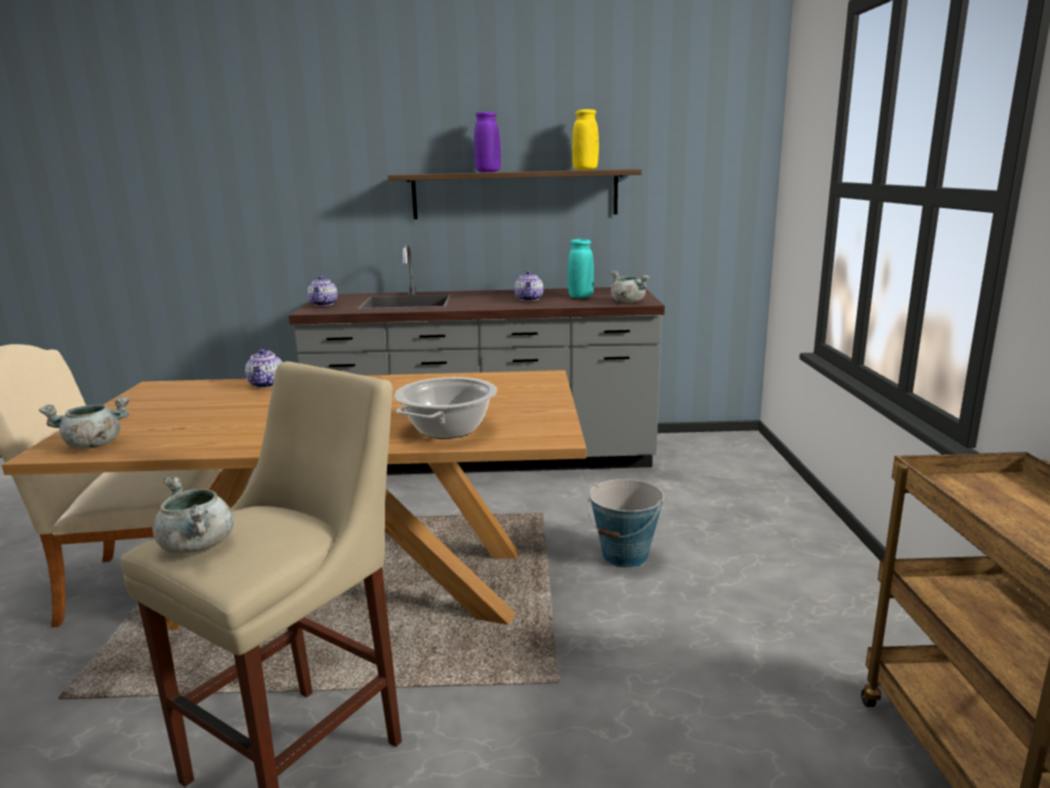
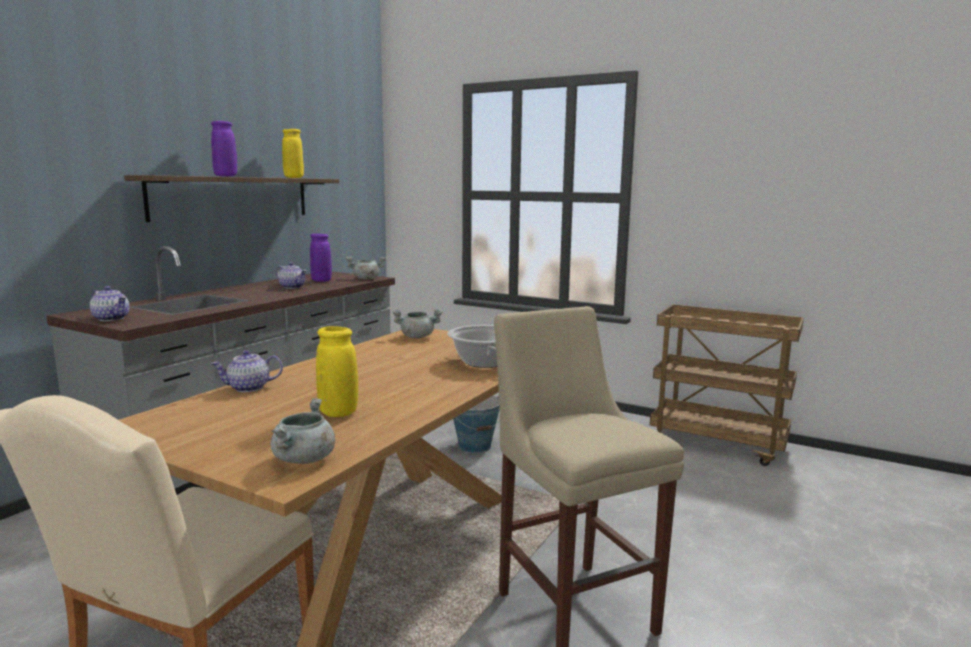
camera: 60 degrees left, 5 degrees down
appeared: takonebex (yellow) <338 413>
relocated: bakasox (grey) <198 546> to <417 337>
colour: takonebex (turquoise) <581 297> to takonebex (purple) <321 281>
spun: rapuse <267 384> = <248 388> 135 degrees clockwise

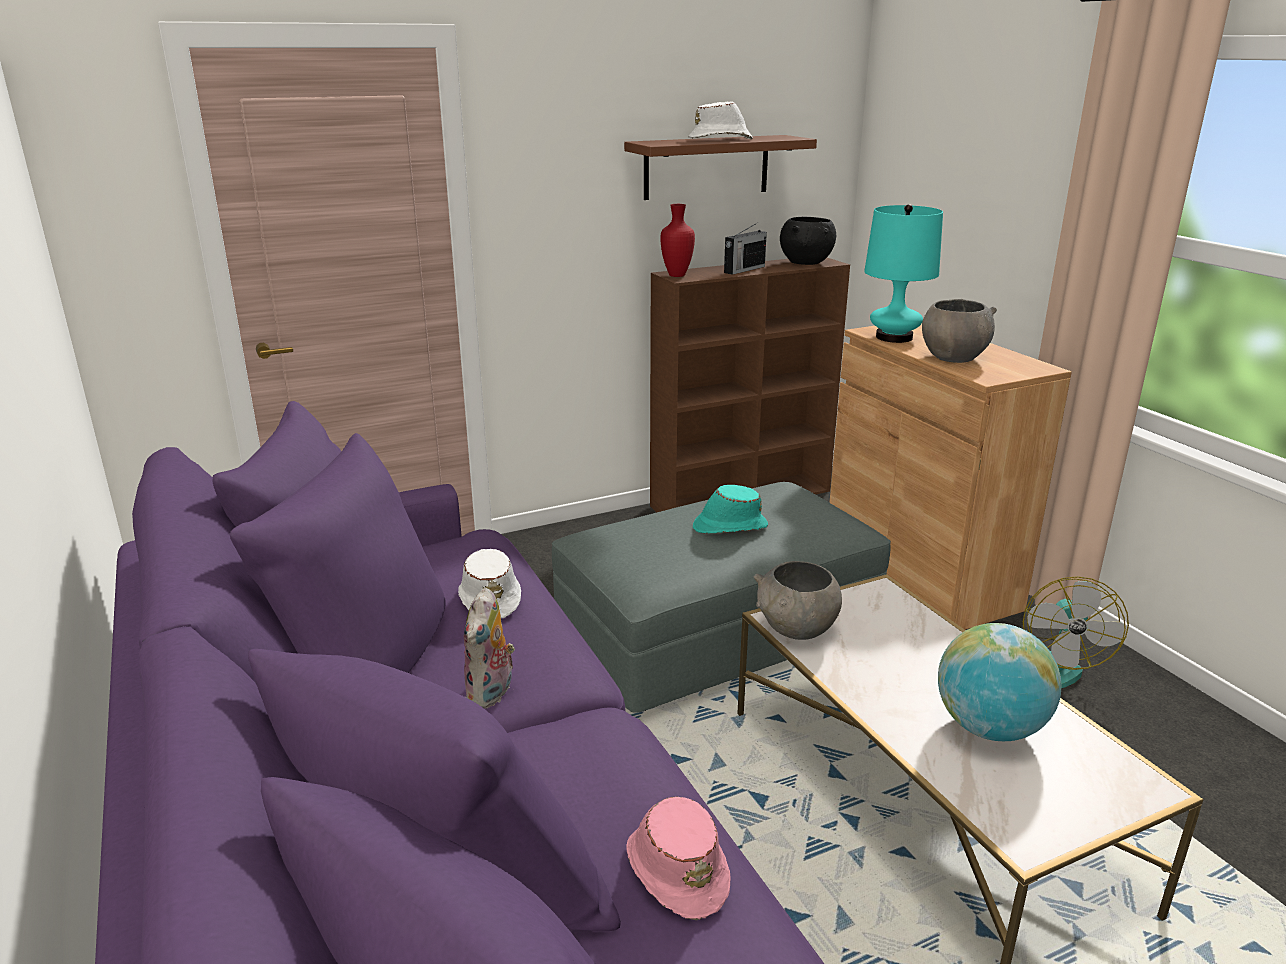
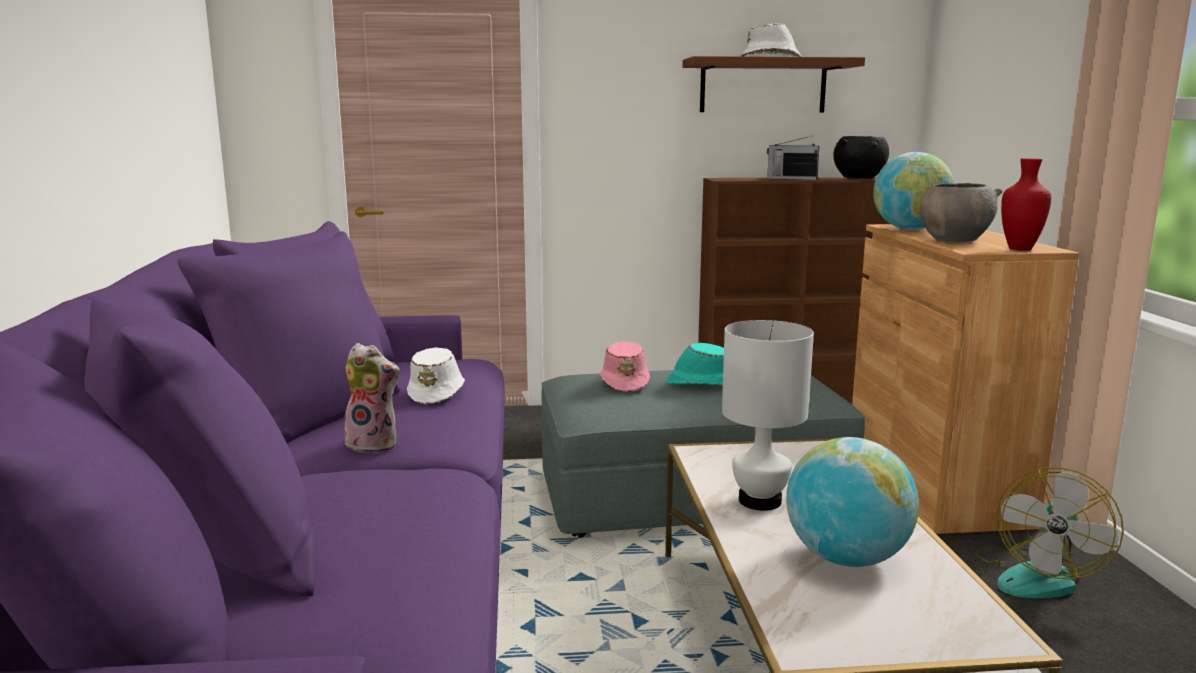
camera: 20 degrees right, 10 degrees down
missing: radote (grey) <796 630>
appeared: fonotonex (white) <760 501>
relocated: takonebex (red) <676 275> to <1018 249>; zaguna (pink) <677 869> to <625 382>
exchanged: fonotonex (turquoise) <894 337> to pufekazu <909 229>
spun: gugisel <743 270> = <791 178> 45 degrees clockwise; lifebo <491 693> = <375 444> 105 degrees counterclockwise

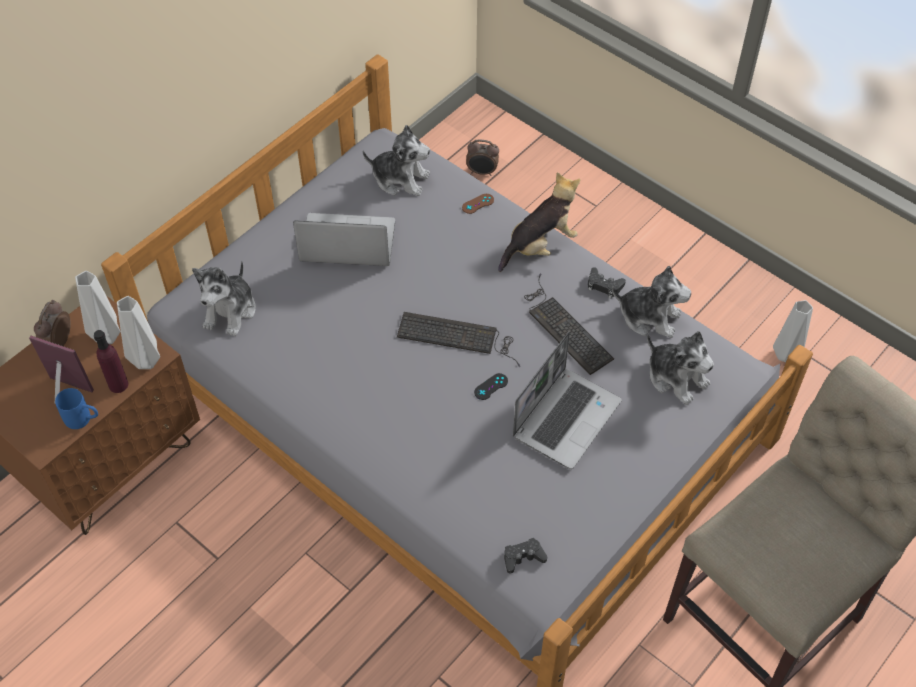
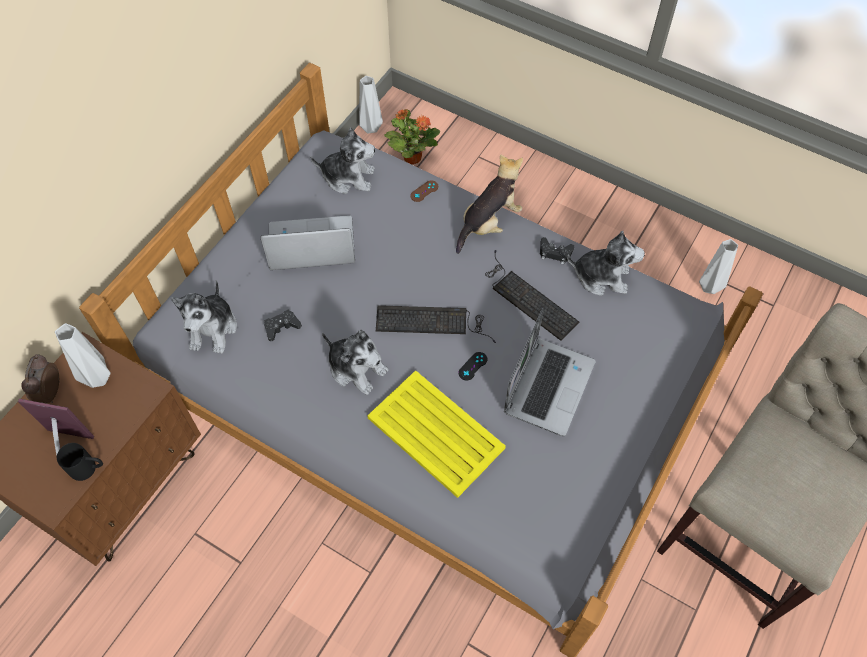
camera: 10 degrees left, 5 degrees up
missing: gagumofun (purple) <118 384>
appeared: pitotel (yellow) <436 434>
relocated: takonebex (grey) <144 361> to <370 128>; lifebo <676 377> to <356 368>; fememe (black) <523 557> to <282 327>
exchanged: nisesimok <482 172> to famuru <412 157>
colour: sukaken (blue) <83 419> to sukaken (black) <89 469>

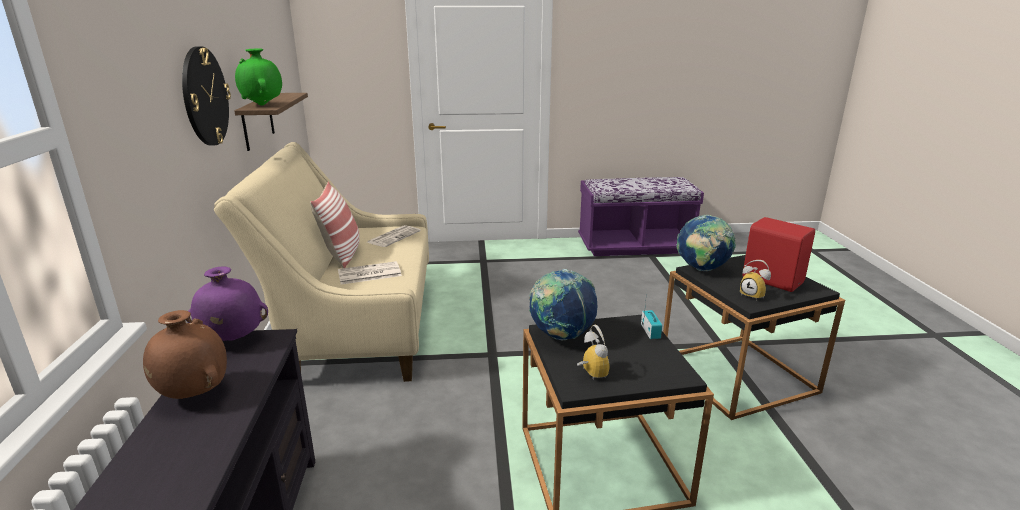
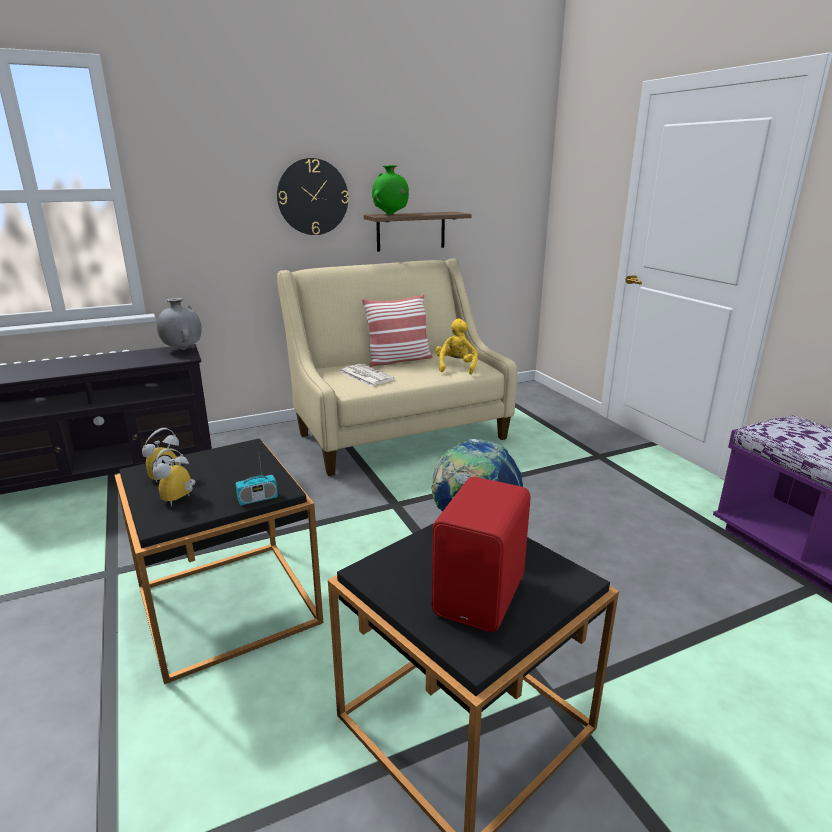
camera: 70 degrees right, 0 degrees up
missing: pufekazu <561 336>; takonebex (brown) <194 394>
relocated: nisesimok <754 295> to <180 500>
exchanged: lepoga <394 236> to lifebo (yellow) <456 367>
colour: takonebex (purple) <232 340> to takonebex (grey) <182 350>

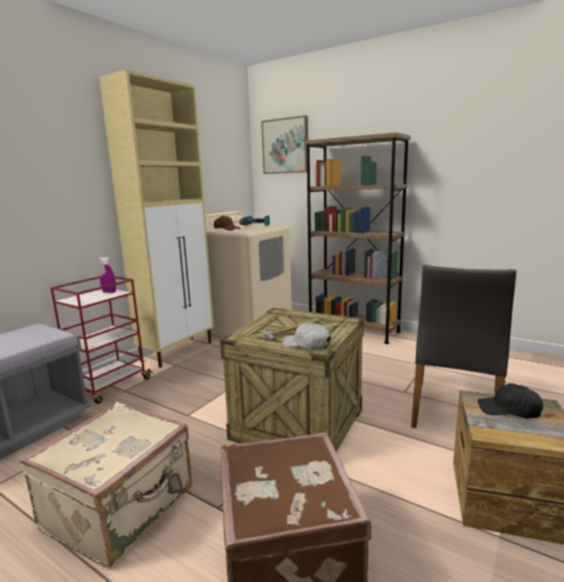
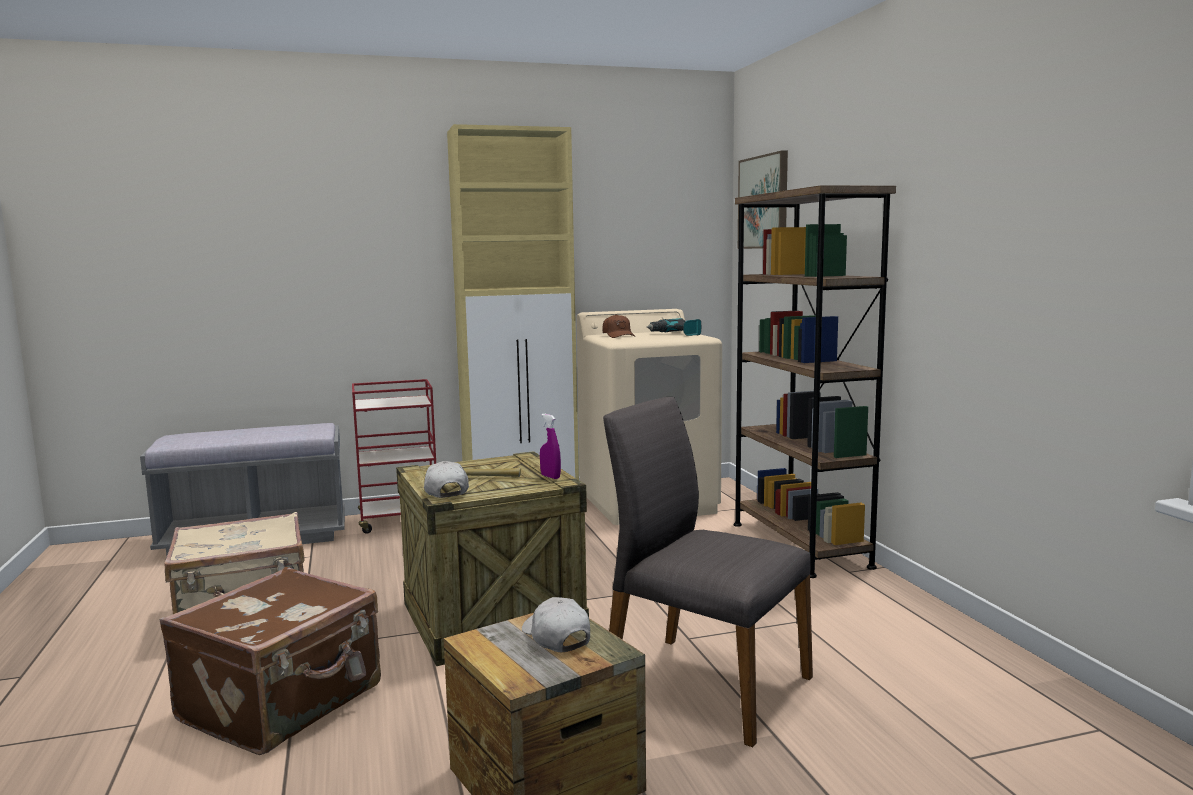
camera: 40 degrees right, 5 degrees down
relocated: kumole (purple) <109 292> to <550 477>
colour: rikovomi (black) <509 410> to rikovomi (white) <556 637>
spun: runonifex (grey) <455 411> = <704 684> 60 degrees clockwise

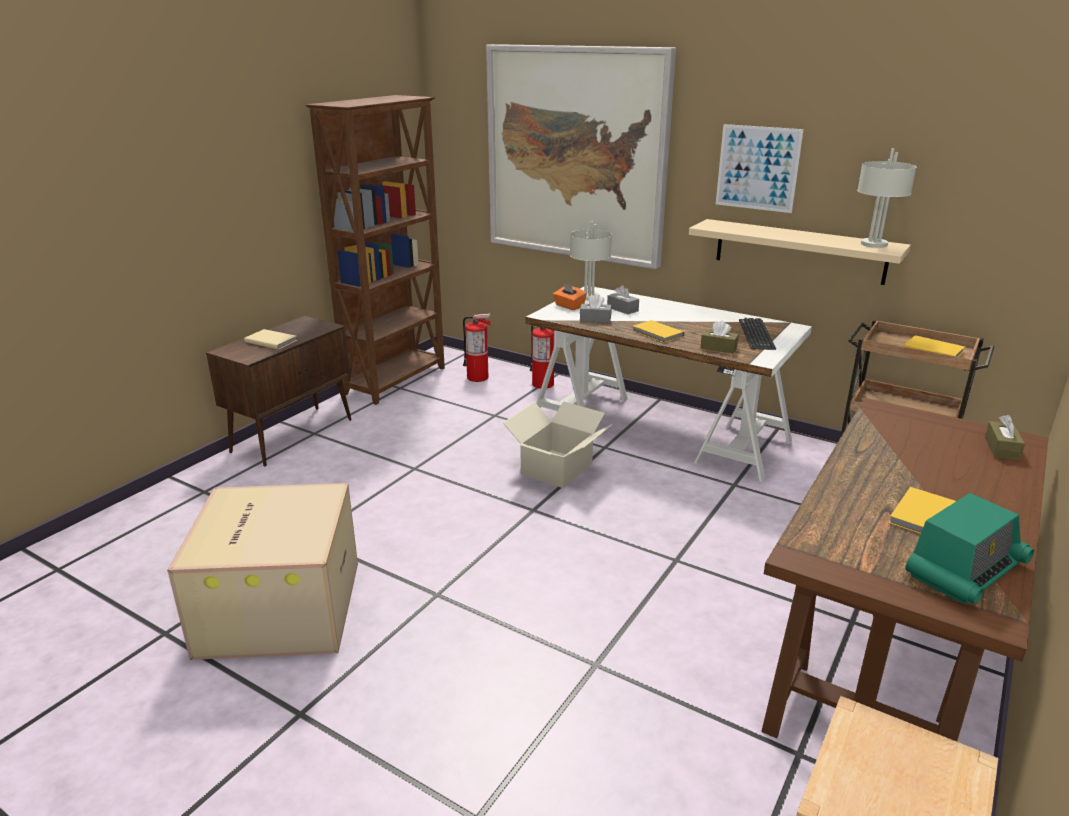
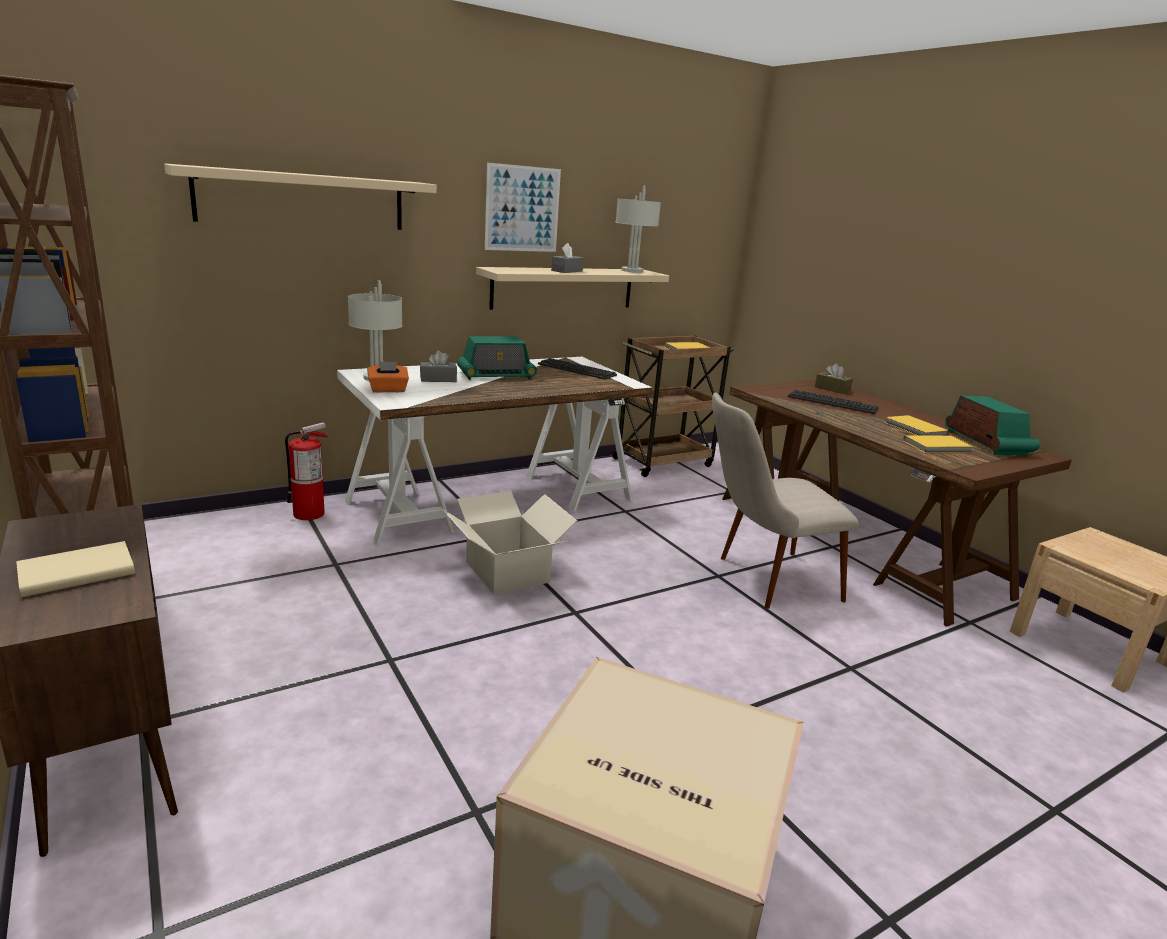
camera: 65 degrees left, 5 degrees down
missing: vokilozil <478 377>; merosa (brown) <718 348>
appeared: gugisel <496 375>; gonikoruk <832 403>; runonifex (beige) <760 580>
relocated: merosa (grey) <595 319> to <567 271>; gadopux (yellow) <657 333> to <938 447>
exchanged: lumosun <576 154> to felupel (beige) <302 200>

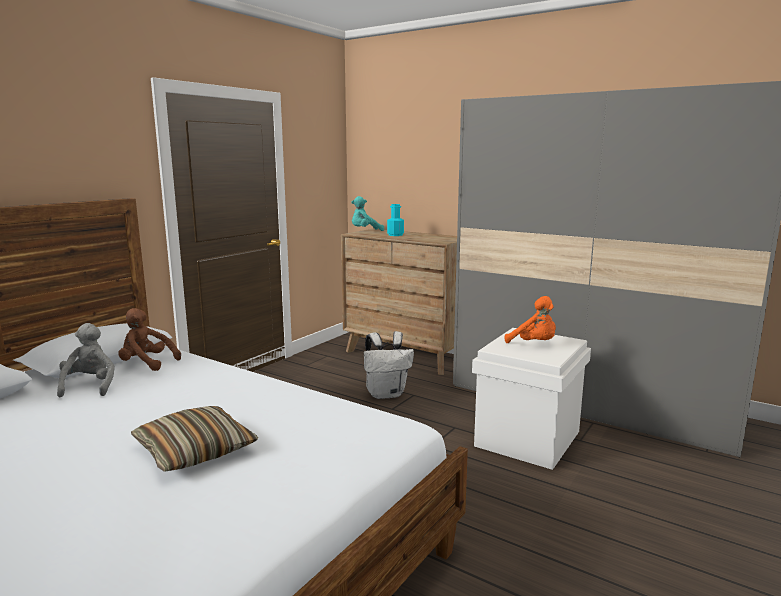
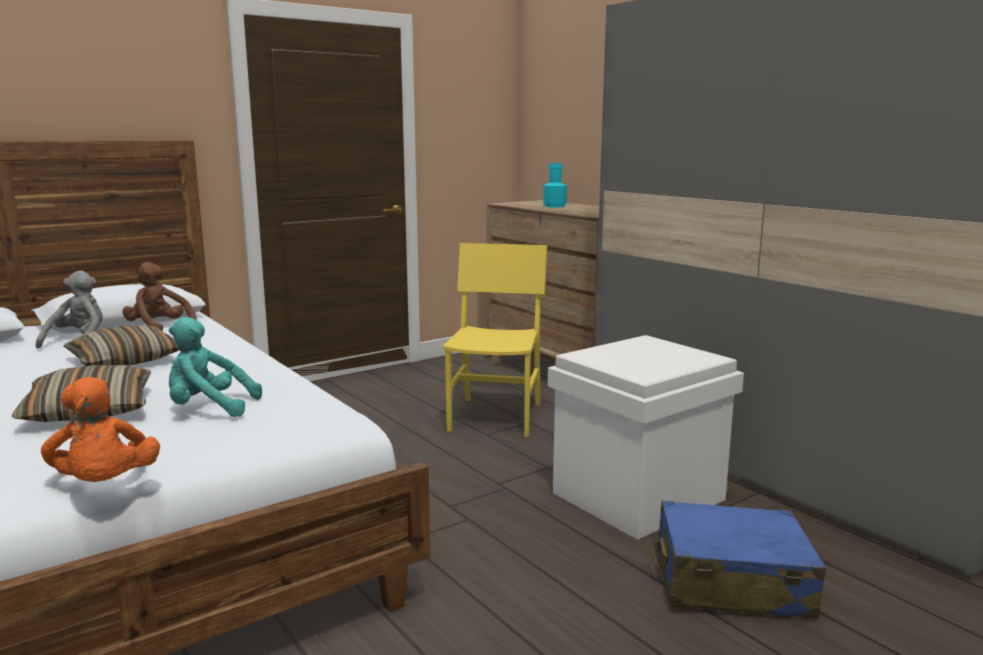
camera: 20 degrees right, 0 degrees up
appeared: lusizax <125 361>; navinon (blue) <730 582>
relocated: lifebo (turquoise) <365 231> to <208 409>; lifebo (orange) <534 344> to <105 485>
exchanged: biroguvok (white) <386 394> to runonifex (yellow) <495 416>

